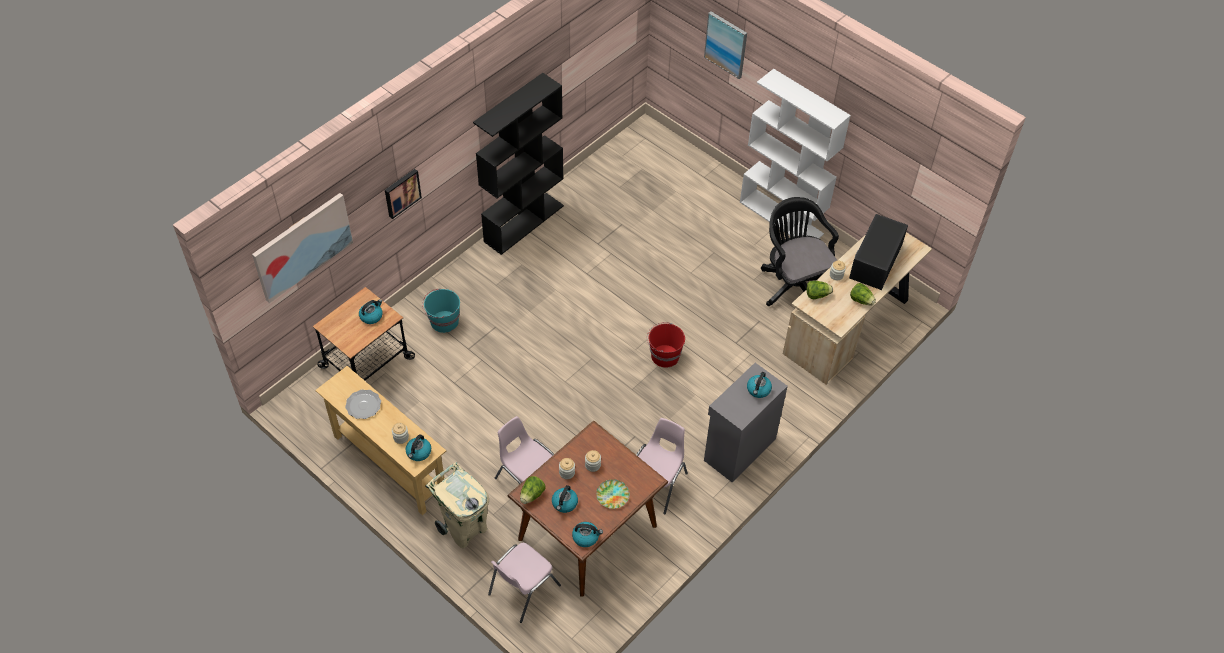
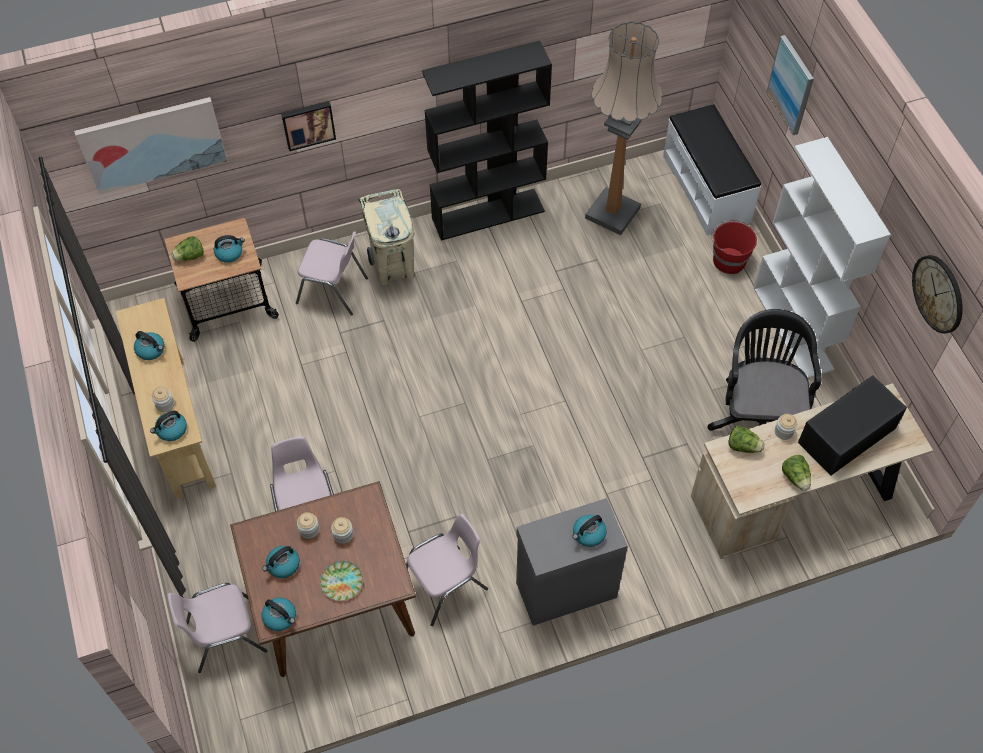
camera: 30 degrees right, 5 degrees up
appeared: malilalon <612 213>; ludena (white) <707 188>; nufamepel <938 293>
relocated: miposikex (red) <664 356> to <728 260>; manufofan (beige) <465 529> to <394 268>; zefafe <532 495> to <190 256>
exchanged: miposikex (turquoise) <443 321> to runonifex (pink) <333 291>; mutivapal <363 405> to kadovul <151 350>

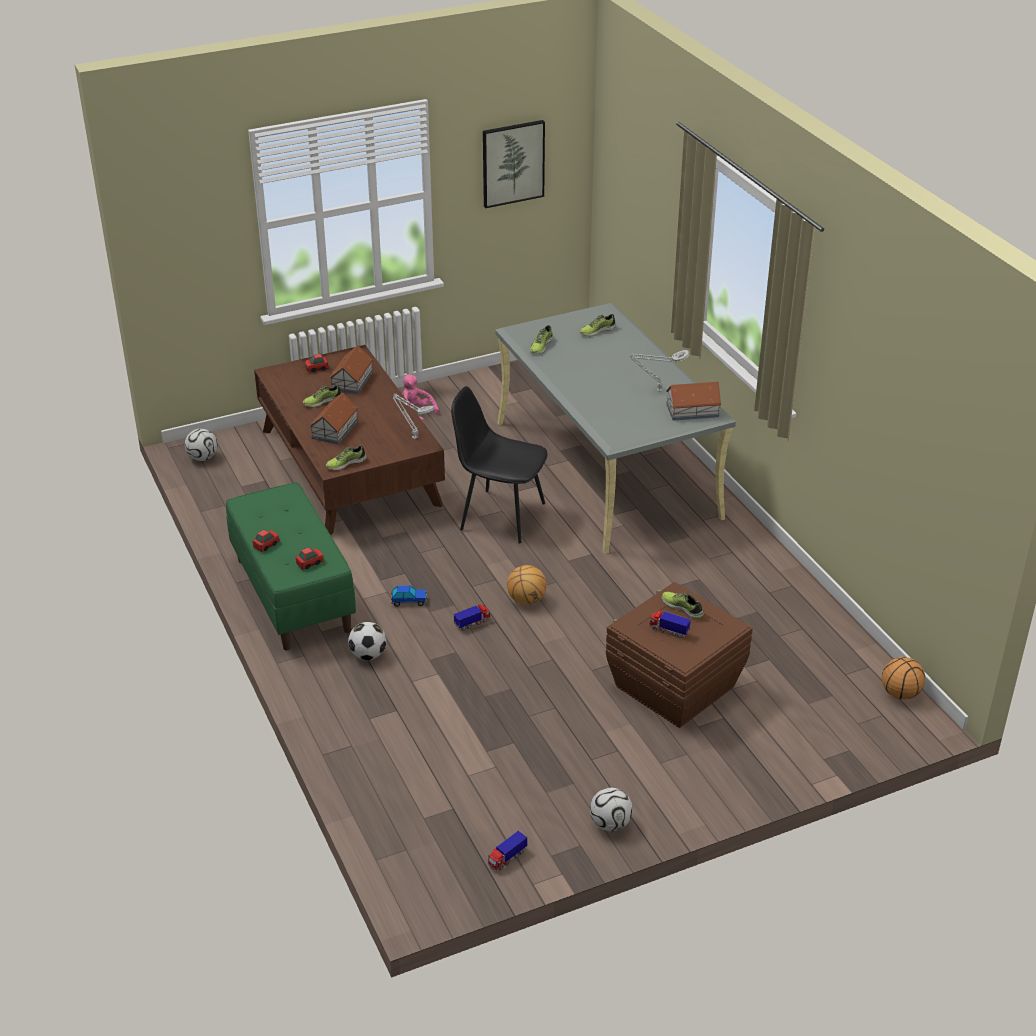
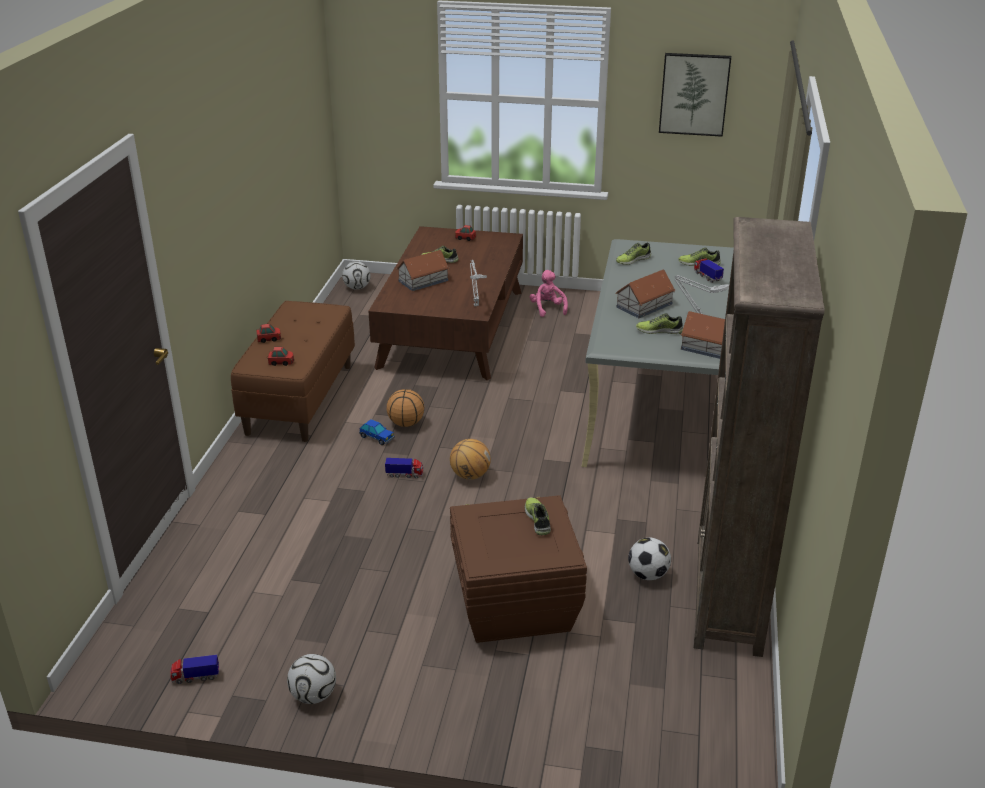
camera: 35 degrees right, 5 degrees down
missing: runonifex (black) <500 516>
appeared: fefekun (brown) <728 594>
relocated: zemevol <352 380> to <645 305>; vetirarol <346 463> to <659 330>; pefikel <668 630> to <707 277>; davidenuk <368 655> to <648 575>; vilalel <900 694> to <405 424>
colour: ludena (green) <292 594> to ludena (brown) <299 398>

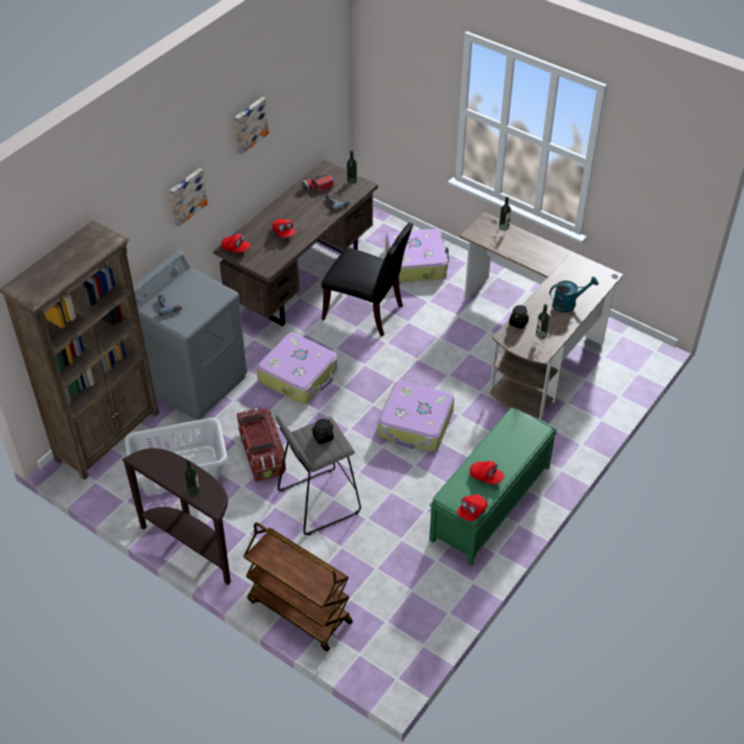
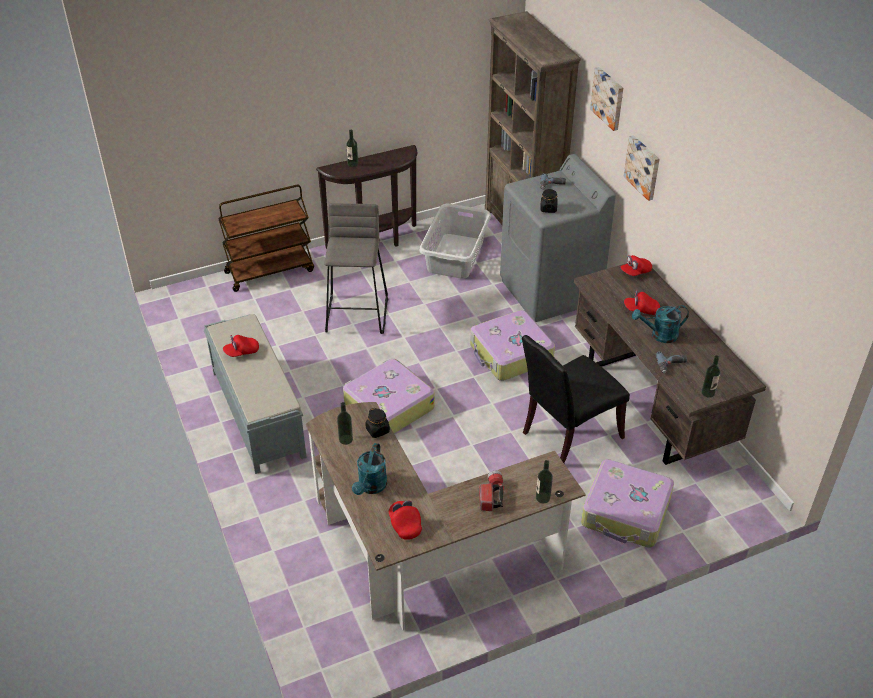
camera: 120 degrees right, 5 degrees down
missing: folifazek <262 454>
appeared: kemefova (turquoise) <659 335>
relocated: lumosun <249 124> to <608 98>; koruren <317 187> to <491 495>; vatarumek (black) <323 437> to <548 208>; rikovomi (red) <471 512> to <405 524>
colour: ludena (green) <490 504> to ludena (grey) <257 413>

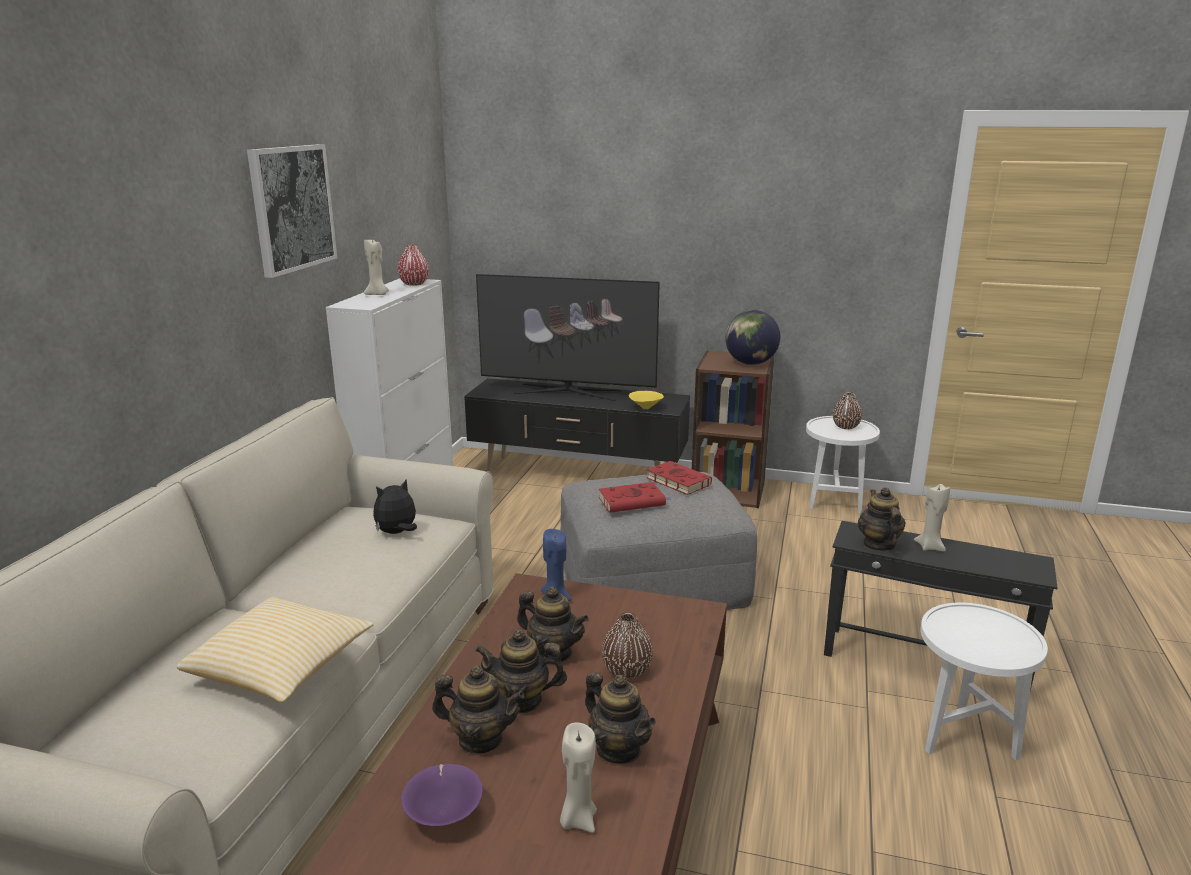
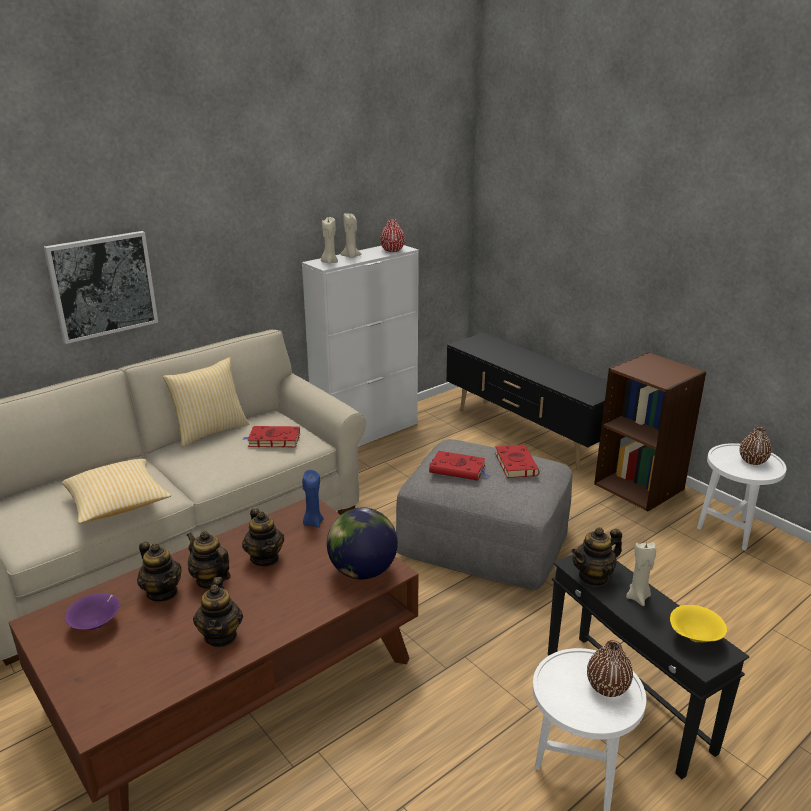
camera: 35 degrees right, 5 degrees up
missing: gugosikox <567 392>
appeared: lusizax <210 431>
relocated: lumosun <292 208> to <103 285>; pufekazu <750 363> to <362 571>; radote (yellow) <645 408> to <693 638>; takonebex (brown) <627 670> to <607 687>; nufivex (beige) <578 819> to <329 262>
exchanged: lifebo <397 533> to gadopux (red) <272 440>
spun: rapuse <878 545> = <593 577> 150 degrees counterclockwise

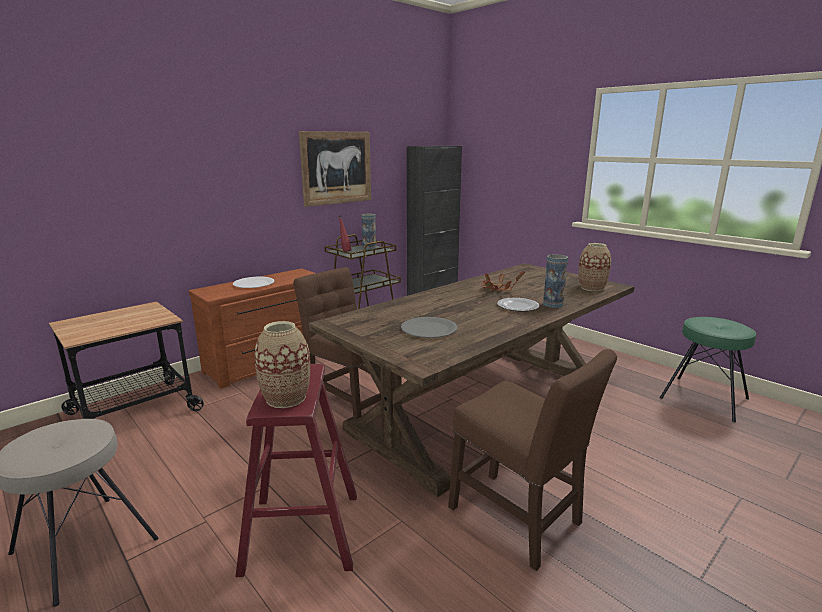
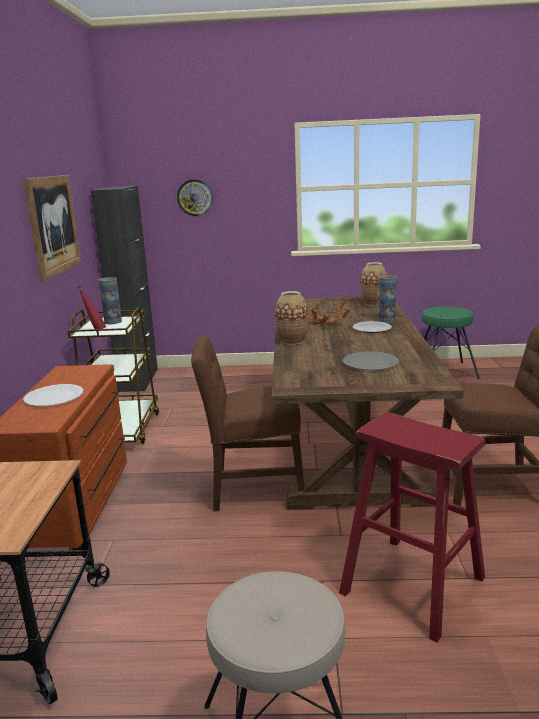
camera: 45 degrees left, 0 degrees up
appeared: nufamepel <195 197>
relocated: takonebex <286 398> to <292 341>

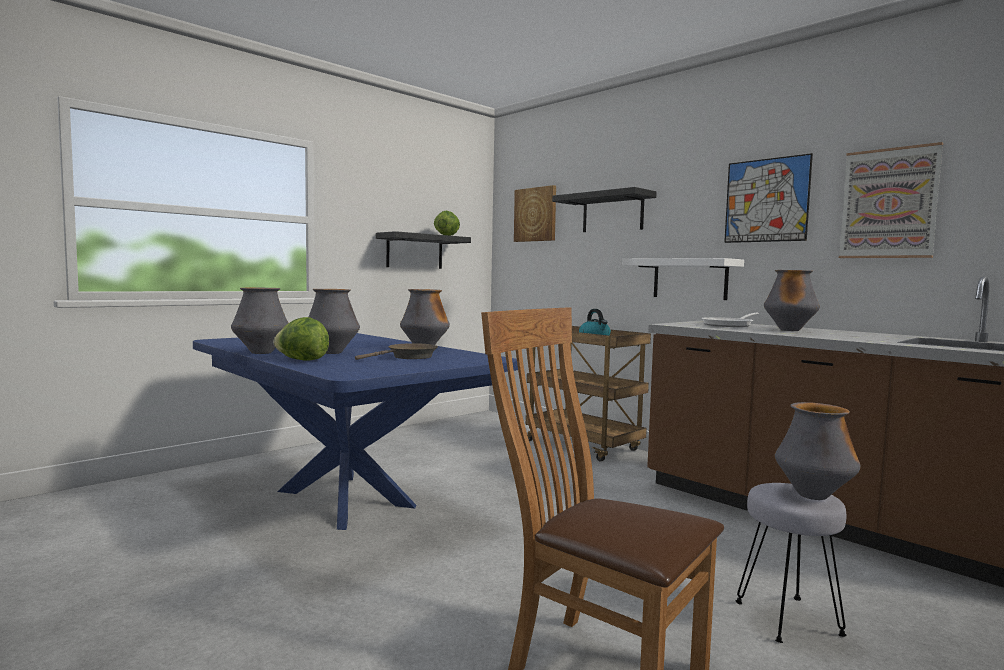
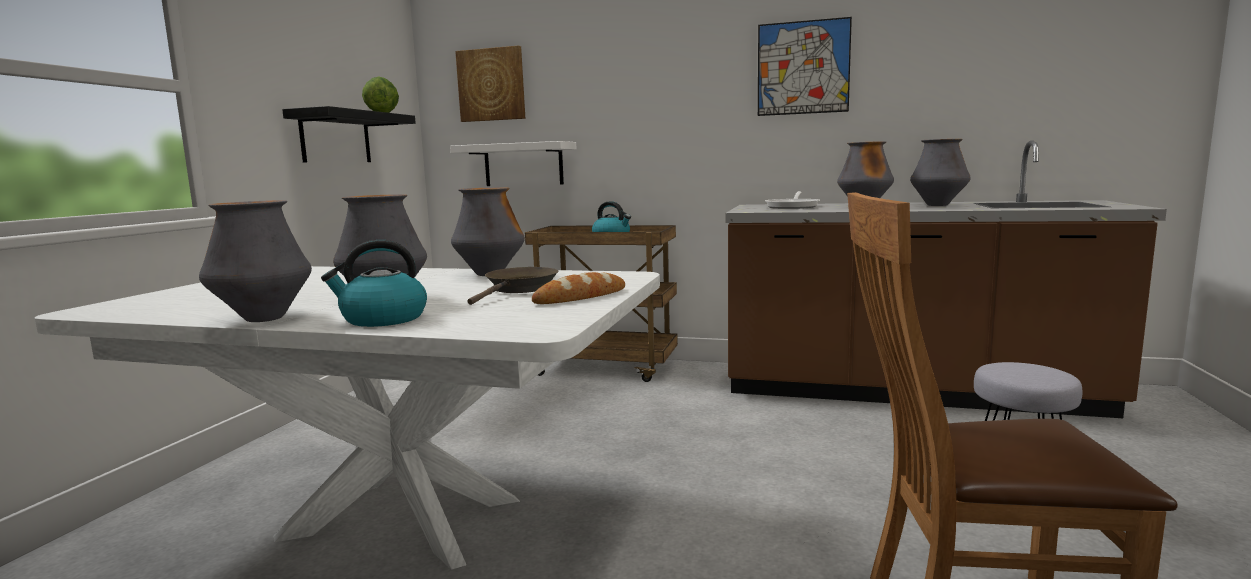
camera: 30 degrees left, 5 degrees up
missing: lumosun <888 203>; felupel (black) <612 213>
appeared: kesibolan <580 296>
relocated: felupel (white) <690 279> to <523 164>; takonebex <813 495> to <938 205>
exchanged: zefafe <302 360> to kadovul <383 319>
colour: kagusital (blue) <345 498> to kagusital (white) <402 519>

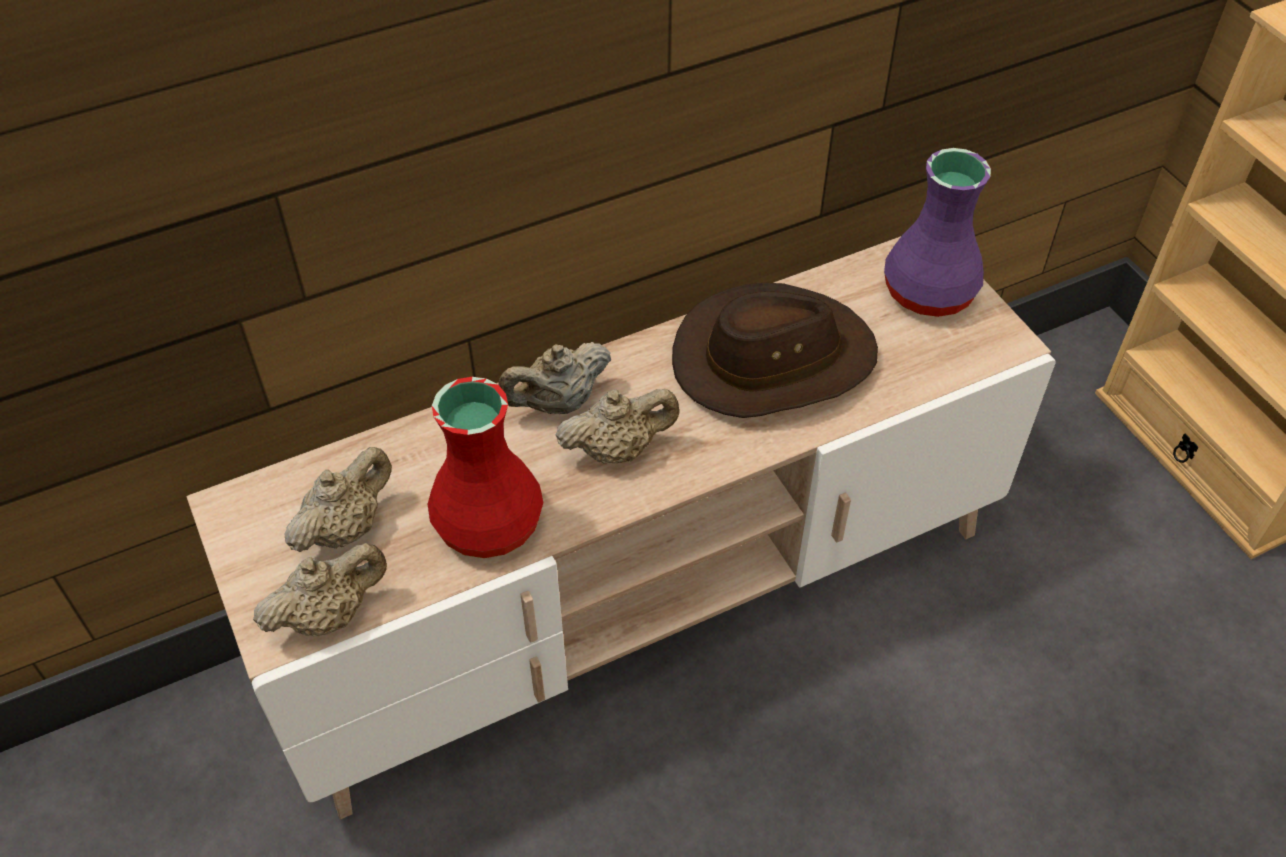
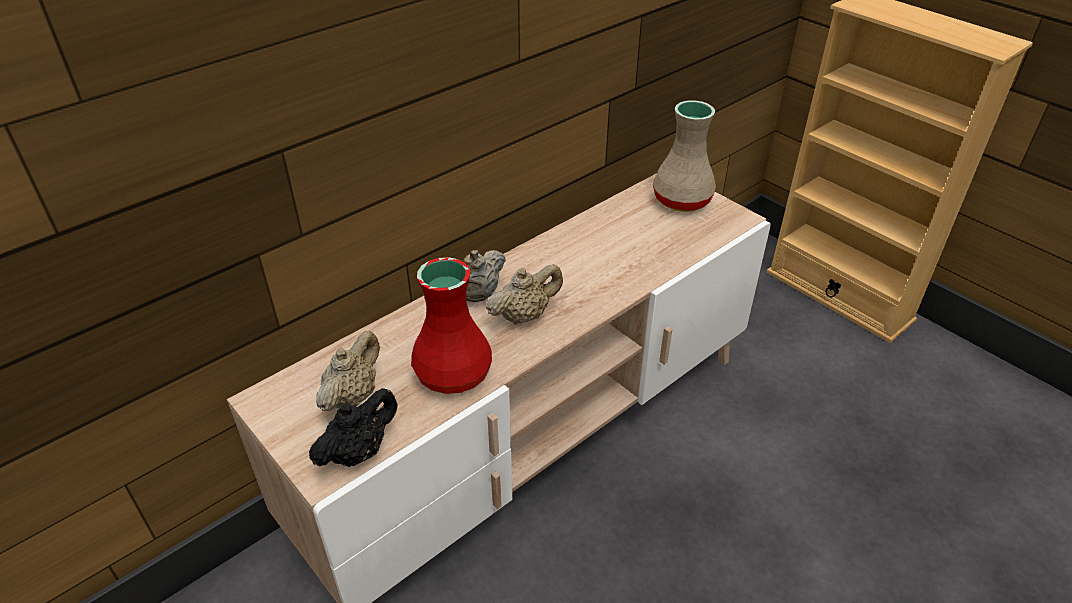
camera: 15 degrees left, 10 degrees down
missing: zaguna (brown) <772 359>
colour: takonebex (purple) <929 290> to takonebex (beige) <682 199>; rapuse (beige) <329 614> to rapuse (black) <358 452>

